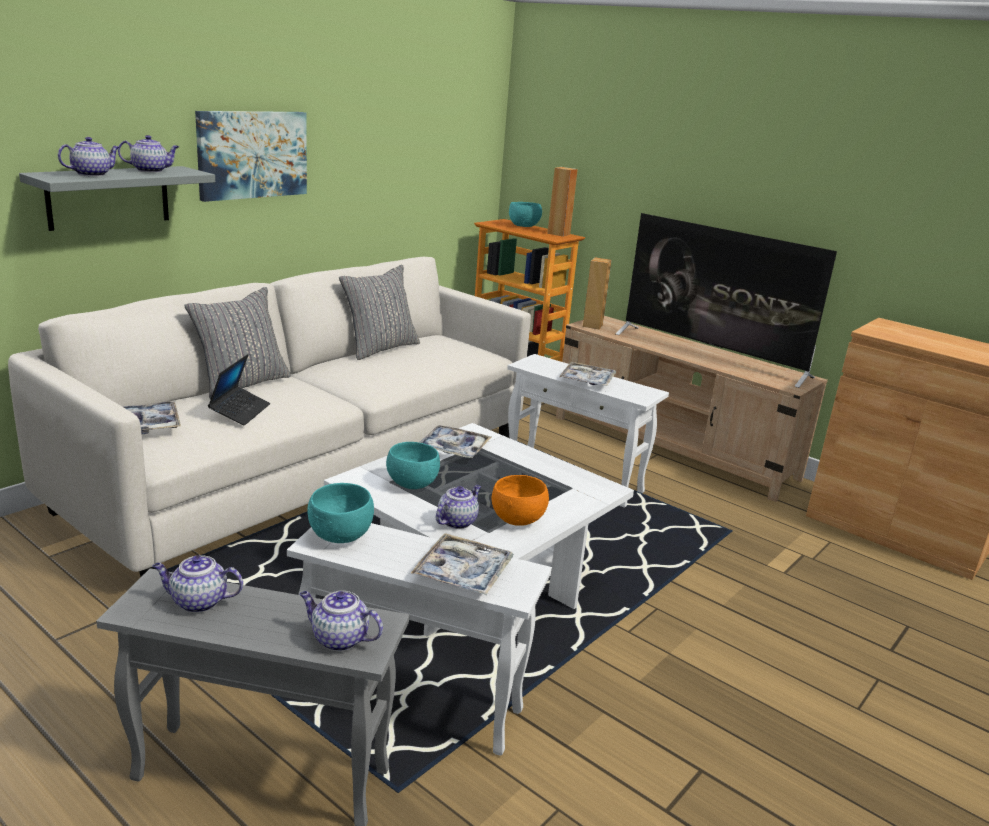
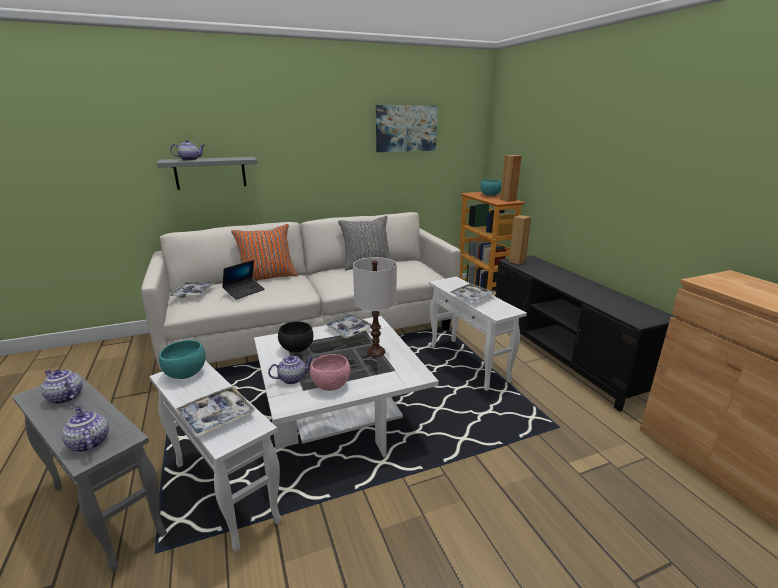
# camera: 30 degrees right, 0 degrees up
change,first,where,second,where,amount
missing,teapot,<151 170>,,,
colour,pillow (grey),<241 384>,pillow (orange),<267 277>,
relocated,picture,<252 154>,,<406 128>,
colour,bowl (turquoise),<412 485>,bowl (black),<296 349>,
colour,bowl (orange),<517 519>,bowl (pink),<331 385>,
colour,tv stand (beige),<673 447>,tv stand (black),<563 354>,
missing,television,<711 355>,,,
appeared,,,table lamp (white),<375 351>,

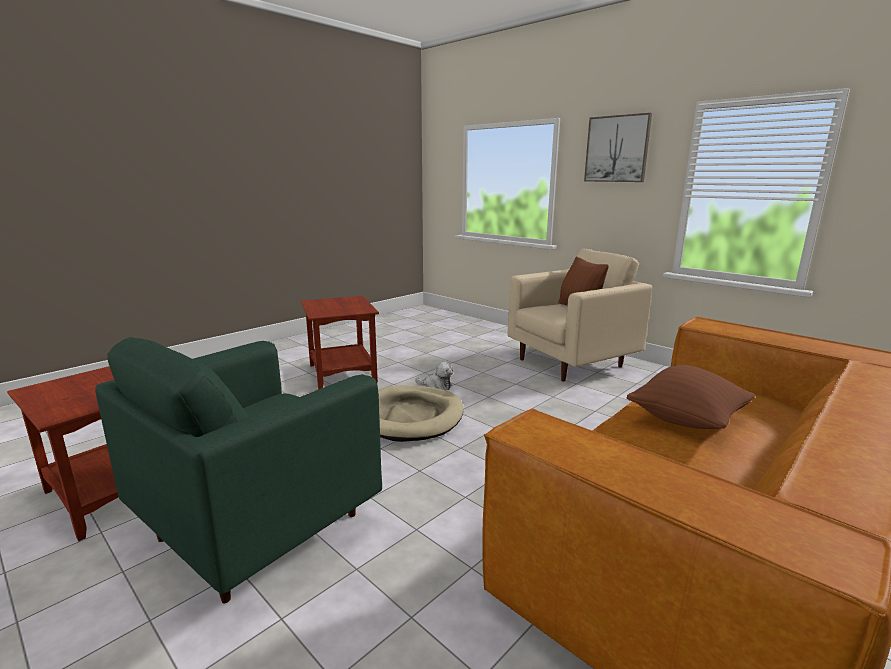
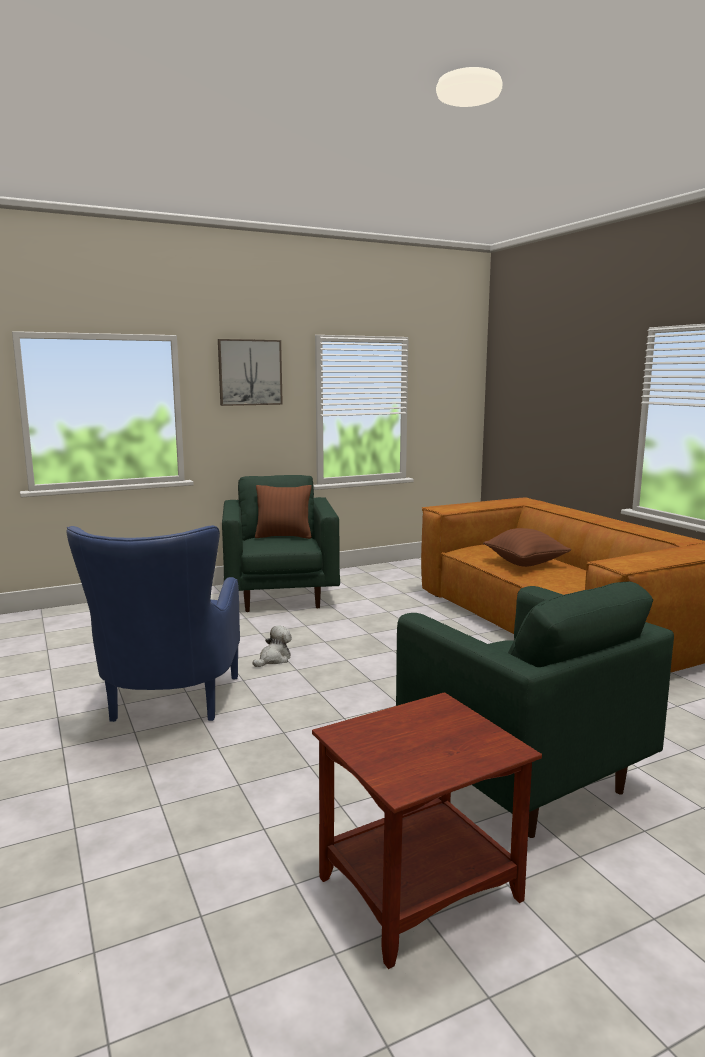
# camera: 70 degrees left, 5 degrees down
change,first,where,second,where,amount
exchanged,side table (brown),<341 373>,armchair (blue),<168 708>,
missing,dog bed (beige),<411 417>,,,
colour,armchair (beige),<571 363>,armchair (green),<280 596>,

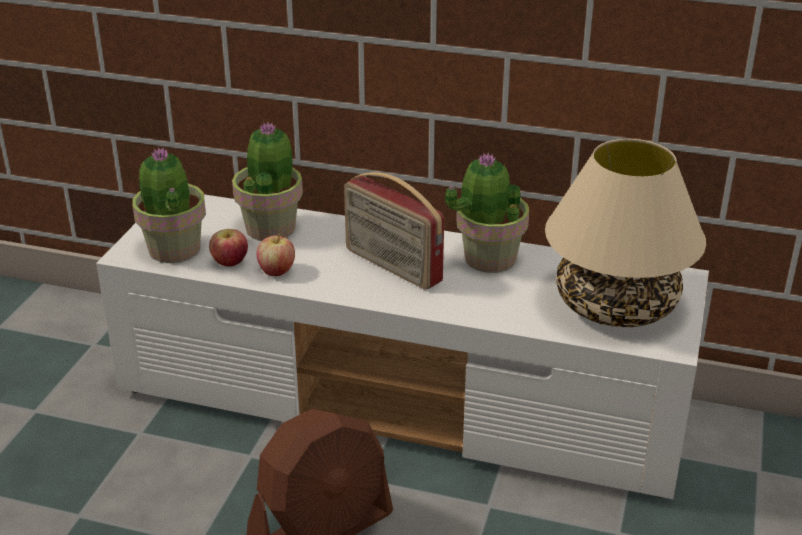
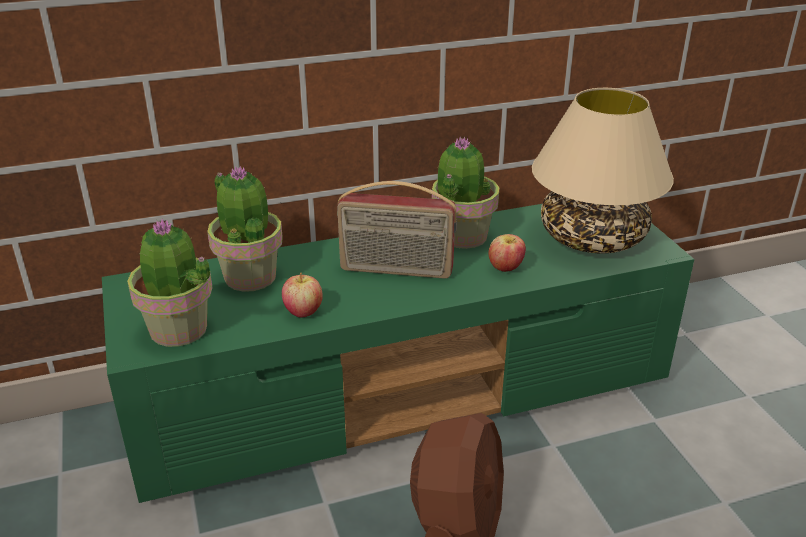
# camera: 35 degrees left, 0 degrees up
change,first,where,second,where,amount
colour,tv stand (white),<405 401>,tv stand (green),<405 393>,
relocated,apple,<230 263>,,<505 268>,

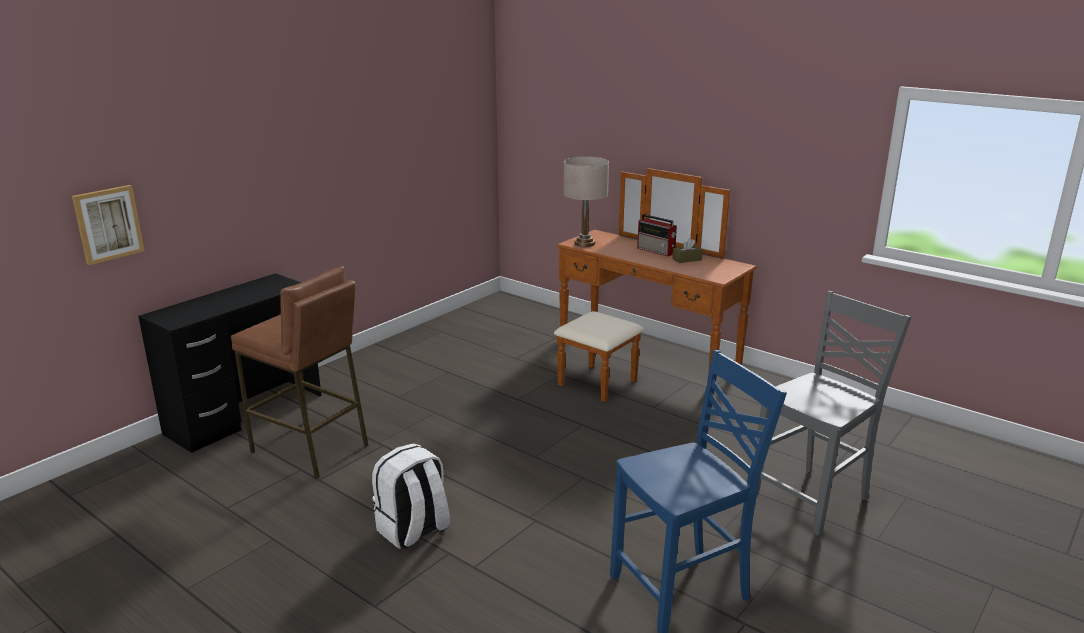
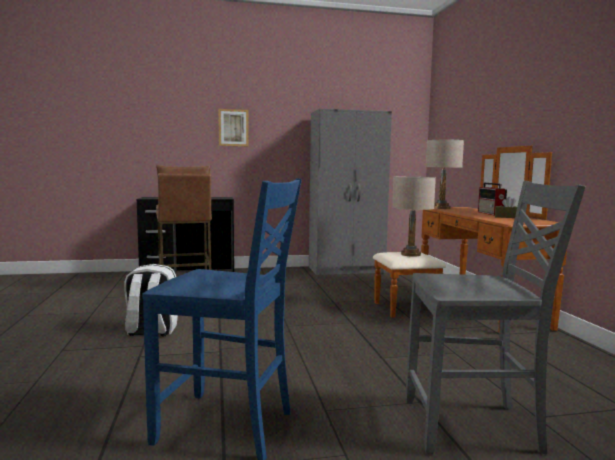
# camera: 40 degrees right, 15 degrees down
change,first,where,second,where,amount
relocated,picture,<108 224>,,<233 128>,
appeared,,,wardrobe (grey),<347 270>,
appeared,,,table lamp (beige),<410 254>,

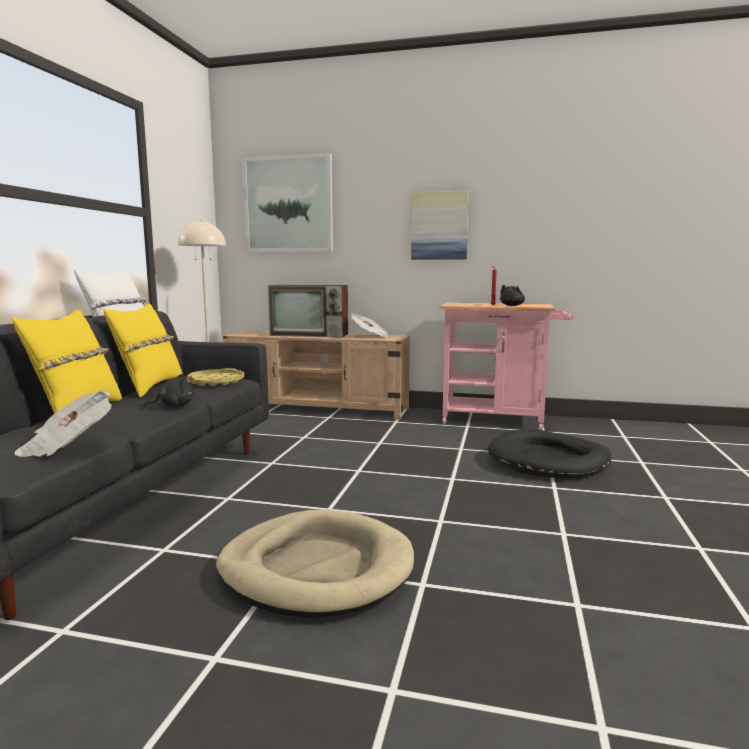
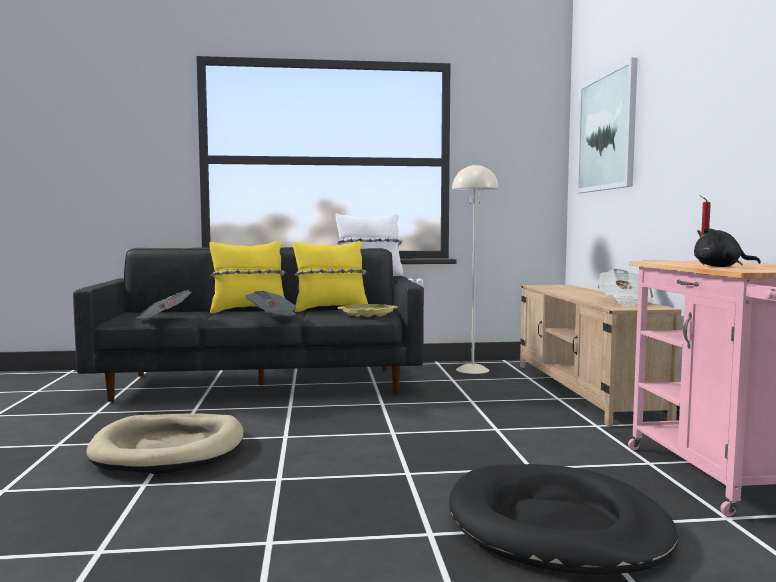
# camera: 70 degrees right, 5 degrees down
change,first,where,second,where,amount
exchanged,plush toy (black),<174 406>,newspaper,<274 318>,
missing,television,<310 335>,,,
missing,picture,<439 226>,,,

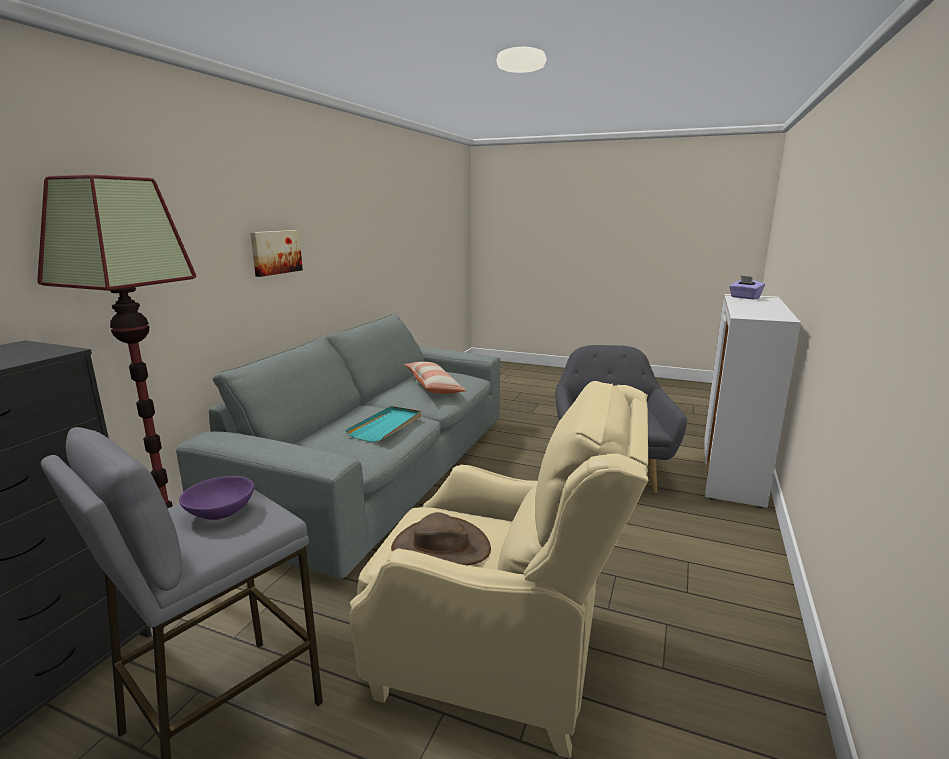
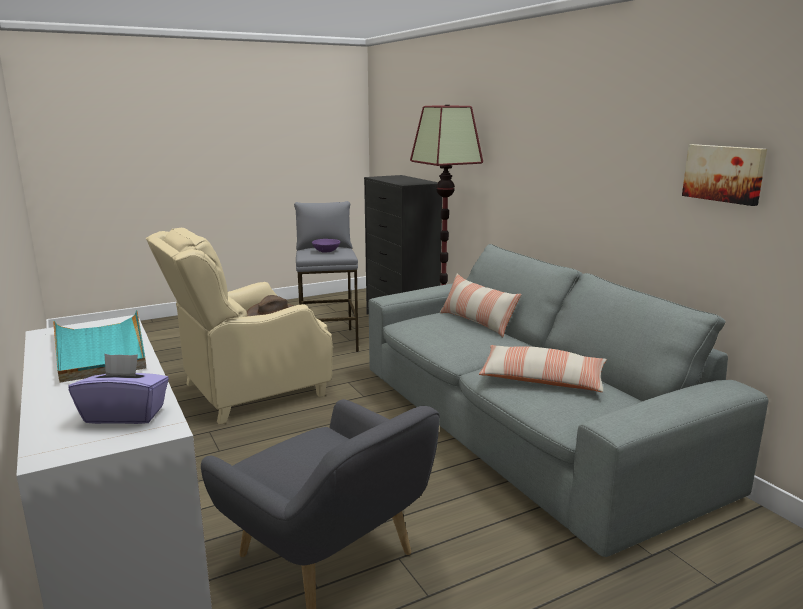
# camera: 130 degrees right, 0 degrees up
change,first,where,second,where,amount
relocated,picture,<275 252>,,<724 173>,
relocated,tray (turquoise),<386 426>,,<100 350>,
appeared,,,pillow,<477 322>,

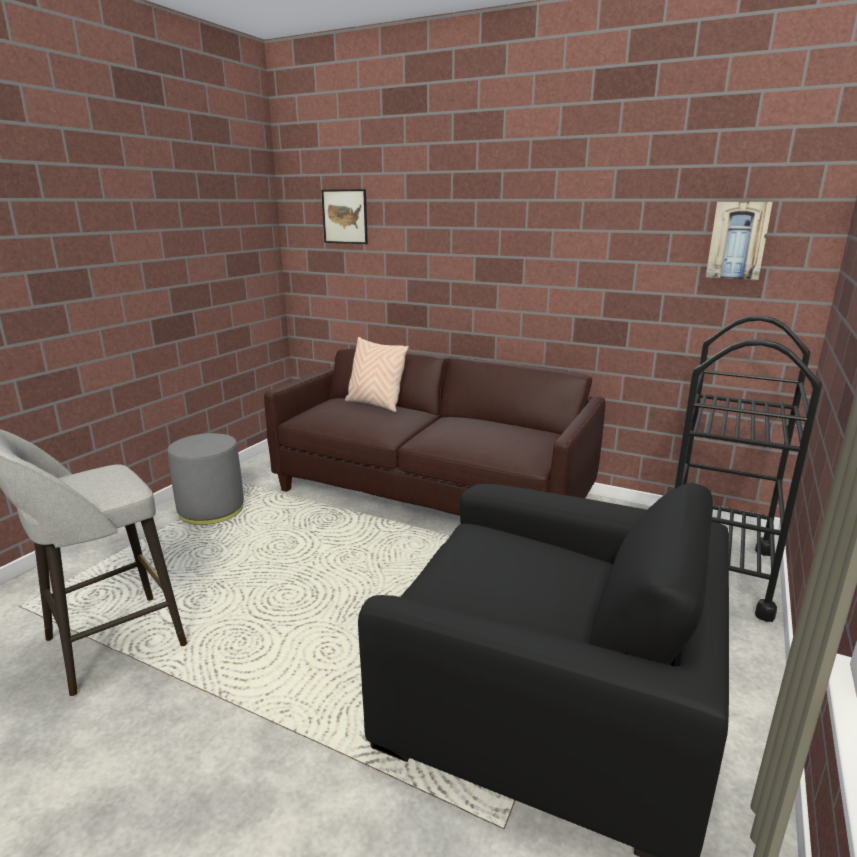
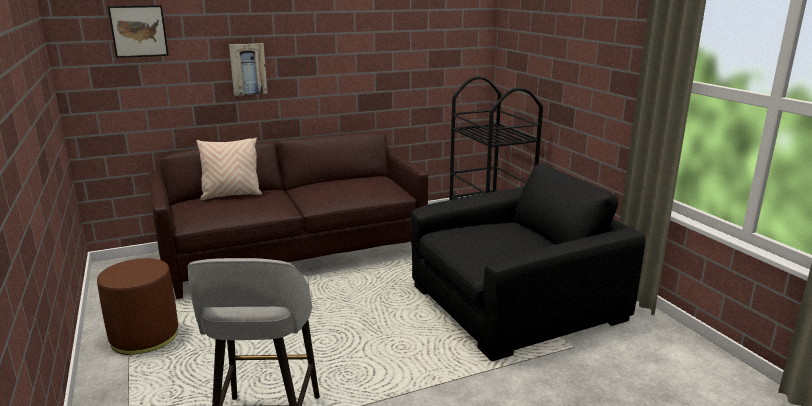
# camera: 50 degrees left, 0 degrees up
change,first,where,second,where,amount
colour,ottoman (grey),<211 510>,ottoman (brown),<145 337>,
relocated,picture,<738 240>,,<248 69>,

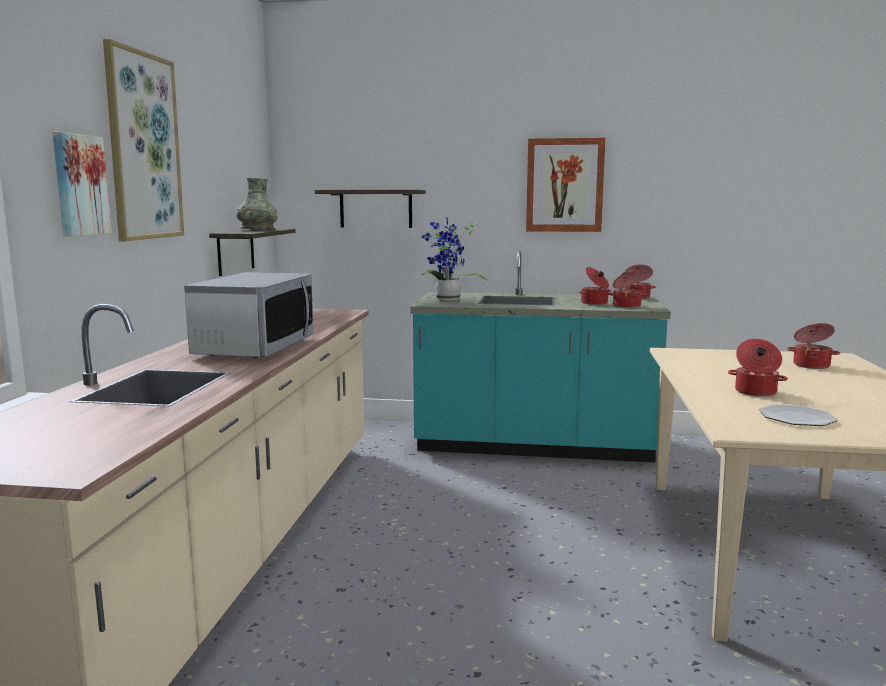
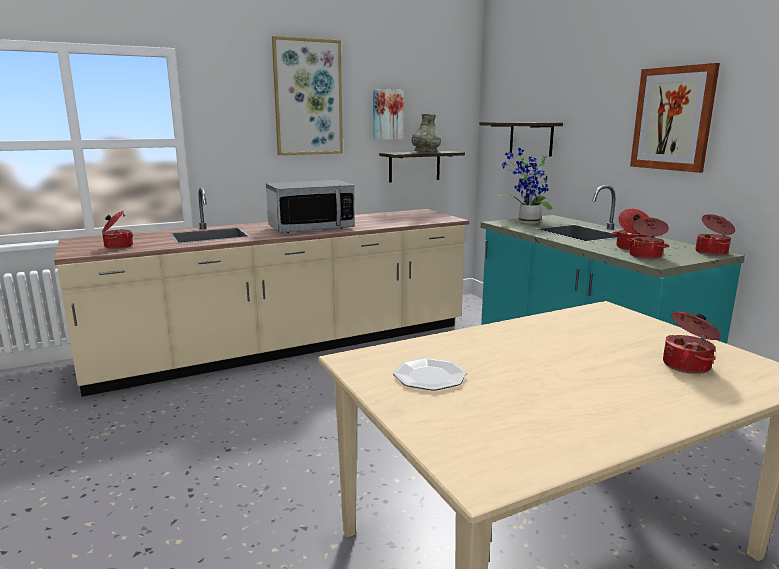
# camera: 55 degrees right, 5 degrees up
change,first,where,second,where,amount
relocated,picture,<79 185>,,<387 114>,
relocated,cooking pot,<755 392>,,<118 246>,

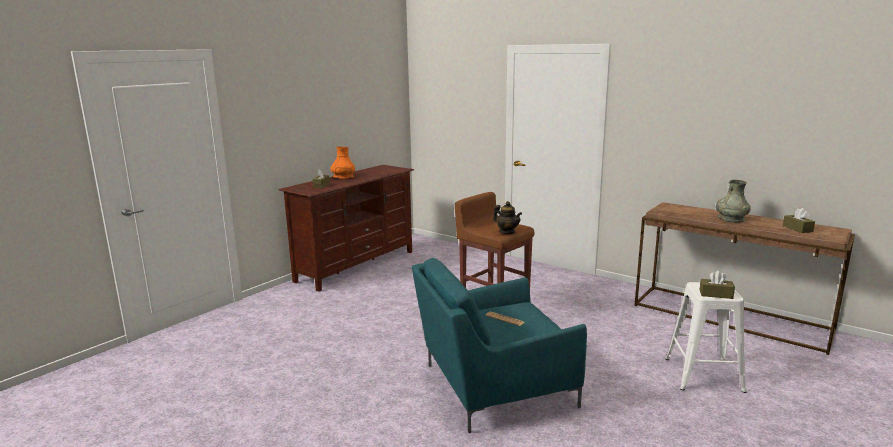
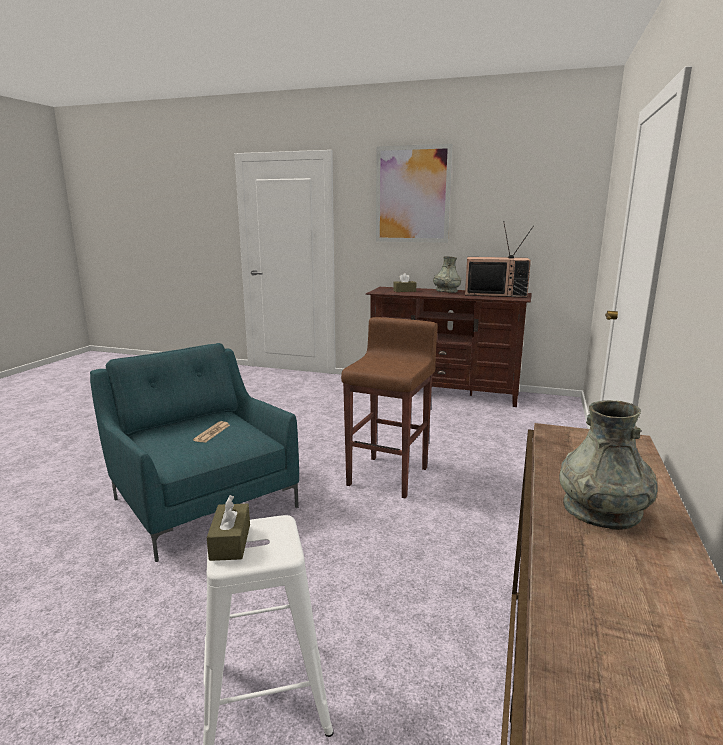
# camera: 70 degrees right, 0 degrees up
change,first,where,second,where,amount
colour,vase (orange),<343 177>,vase (grey),<446 291>,
missing,teapot,<507 232>,,,
missing,tissue box (brown),<797 229>,,,
appeared,,,picture,<412 194>,
appeared,,,television,<496 294>,

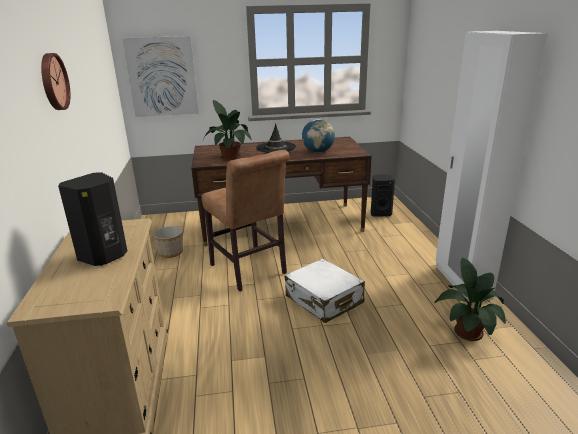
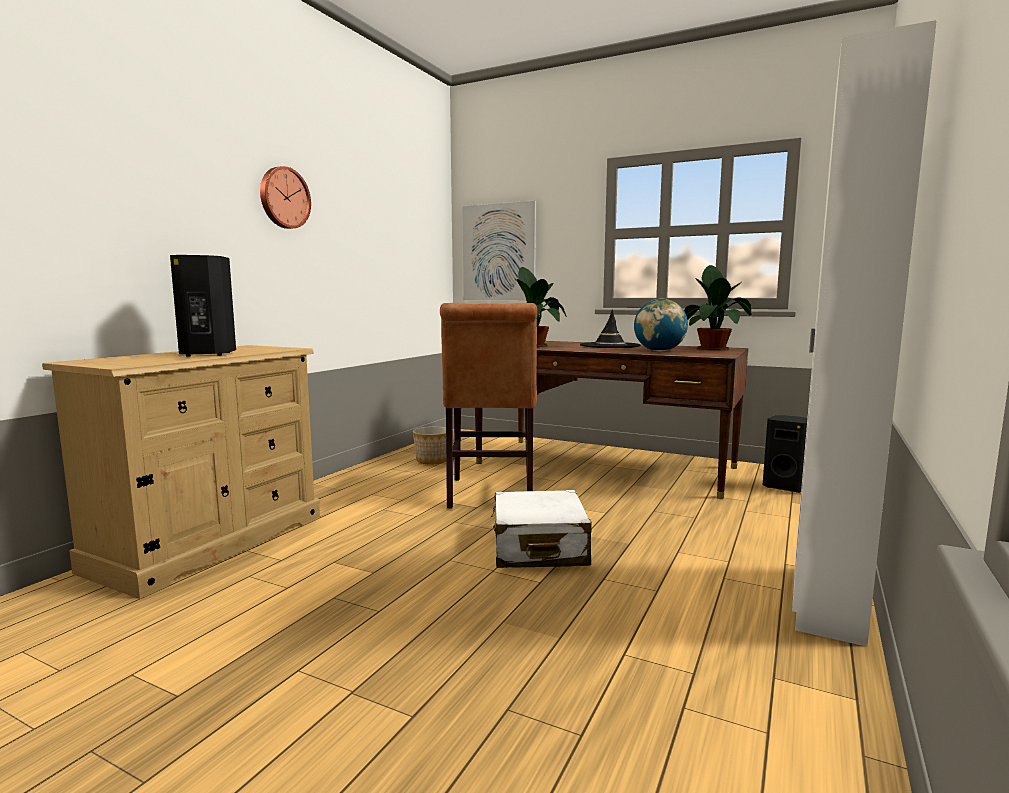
# camera: 35 degrees right, 15 degrees down
change,first,where,second,where,amount
relocated,potted plant,<467 330>,,<713 349>,

